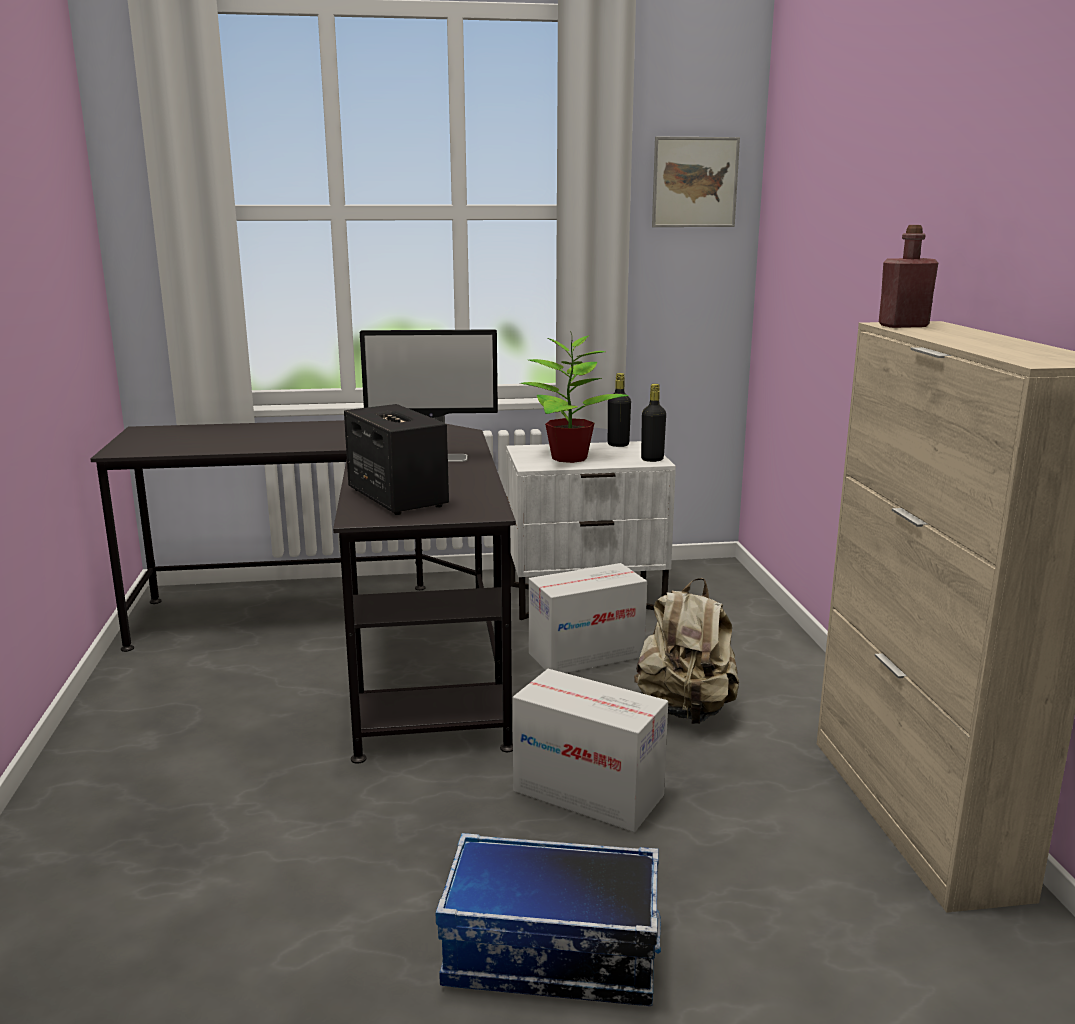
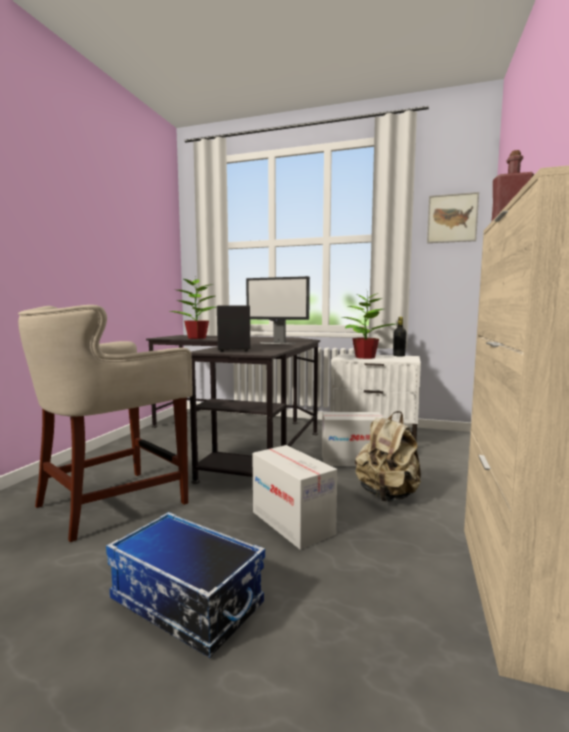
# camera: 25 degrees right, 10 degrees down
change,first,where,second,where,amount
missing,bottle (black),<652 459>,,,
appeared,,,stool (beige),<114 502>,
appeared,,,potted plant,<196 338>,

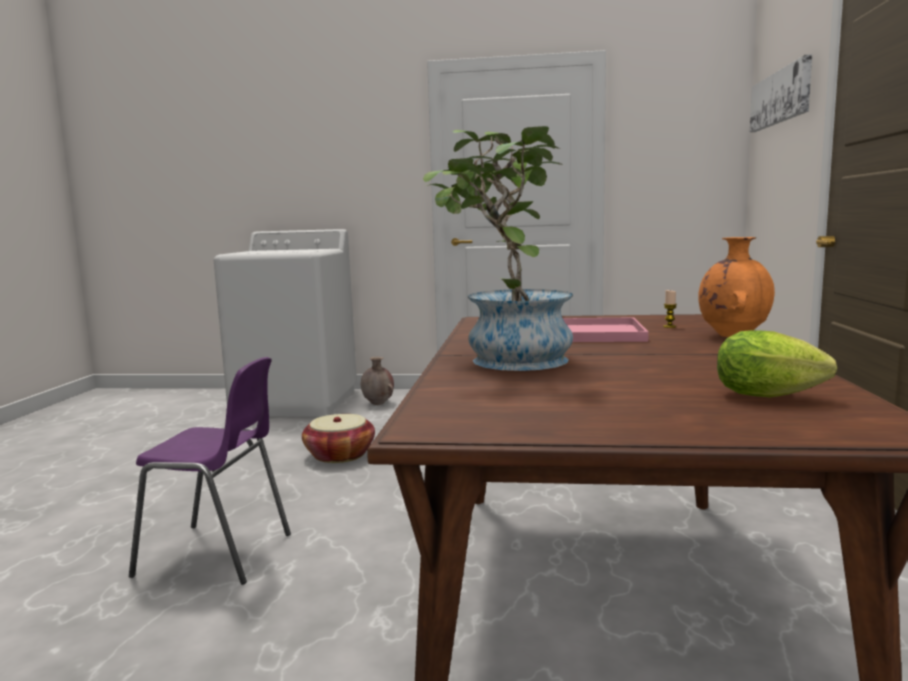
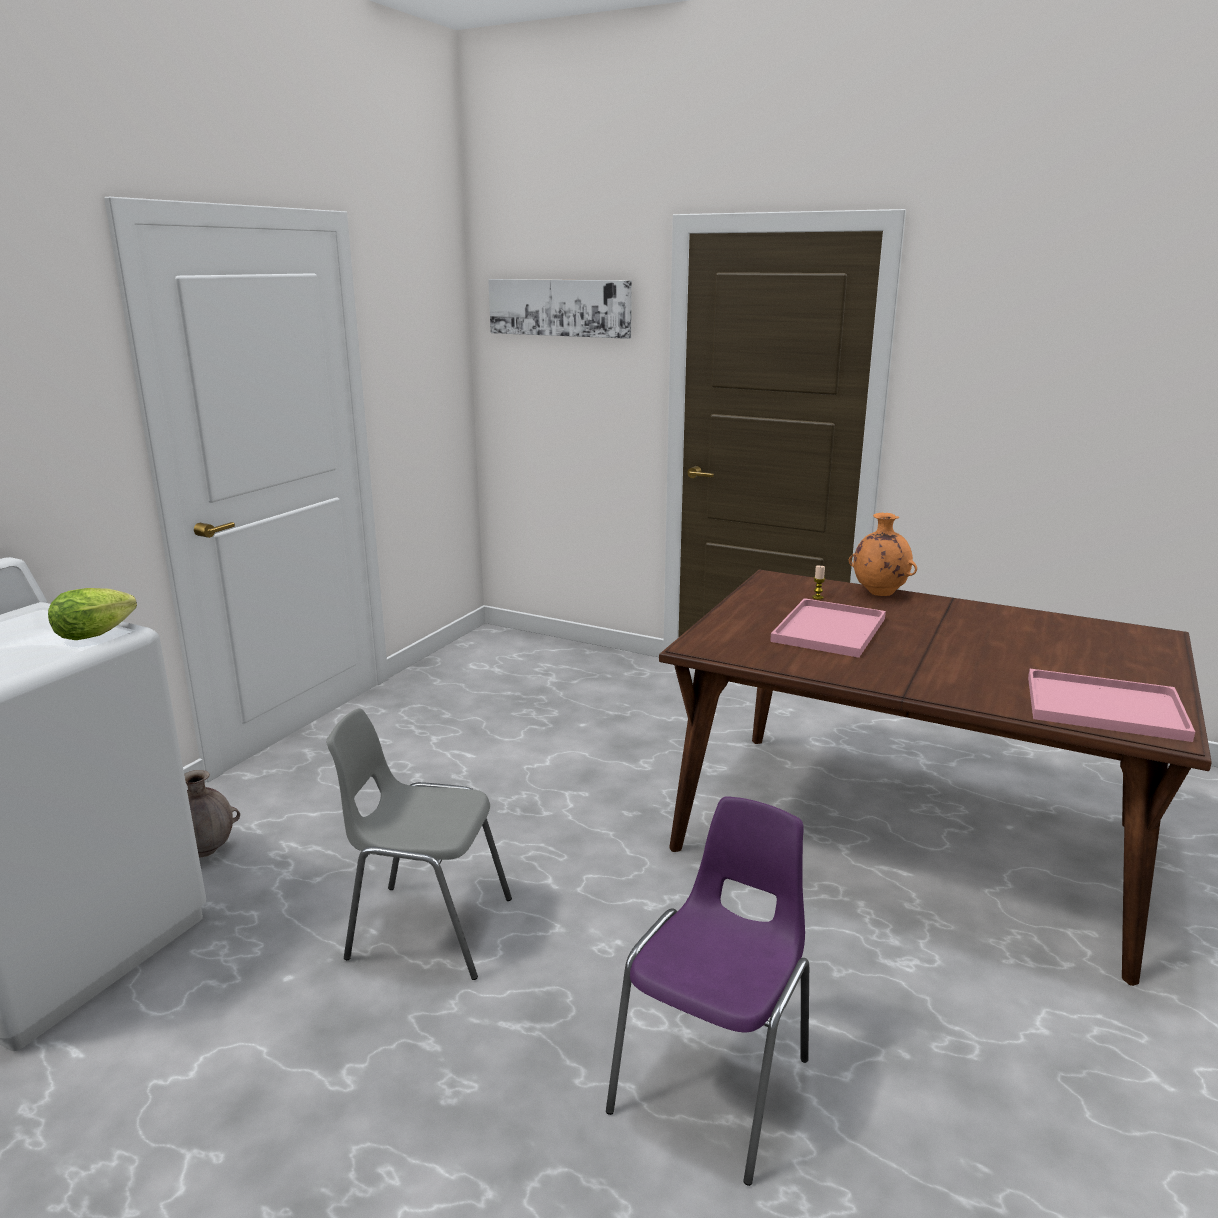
# camera: 70 degrees left, 10 degrees up
change,first,where,second,where,amount
exchanged,basket,<340 455>,chair (grey),<426 928>,
missing,potted plant,<504 359>,,,
relocated,lettuce,<773 396>,,<99 633>,
appeared,,,tray (pink),<1101 707>,

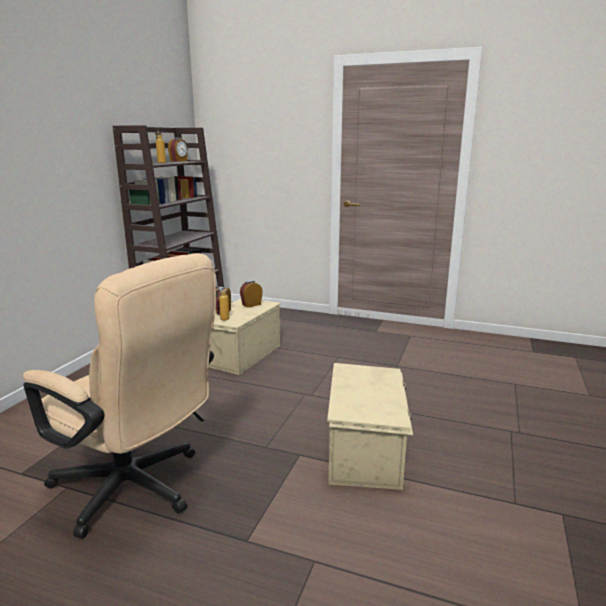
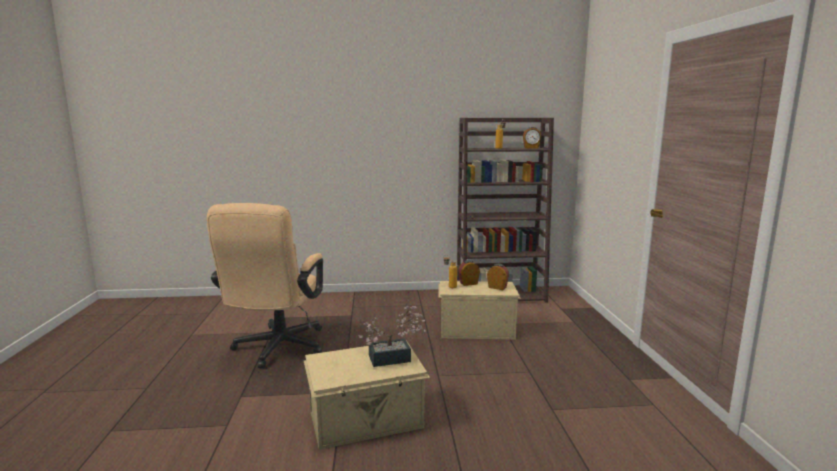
# camera: 65 degrees right, 5 degrees down
change,first,where,second,where,amount
appeared,,,potted plant,<395 358>,

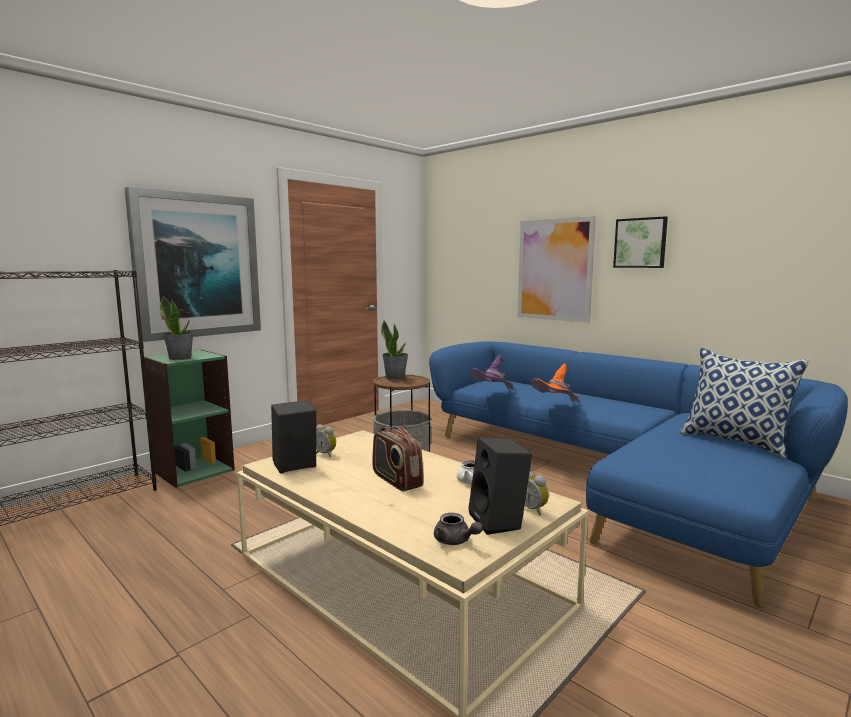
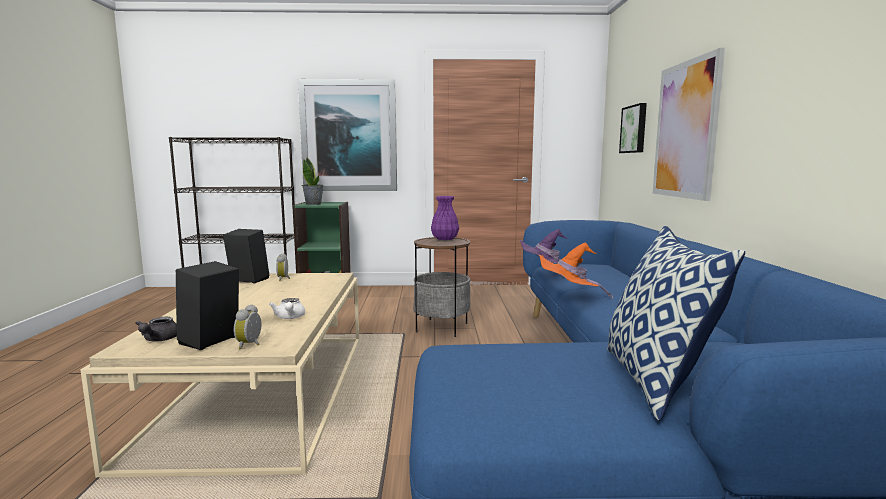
# camera: 45 degrees right, 0 degrees up
change,first,where,second,where,amount
missing,radio,<396 480>,,,
exchanged,potted plant,<395 377>,vase (purple),<444 239>,
relocated,picture,<640 243>,,<634 129>,

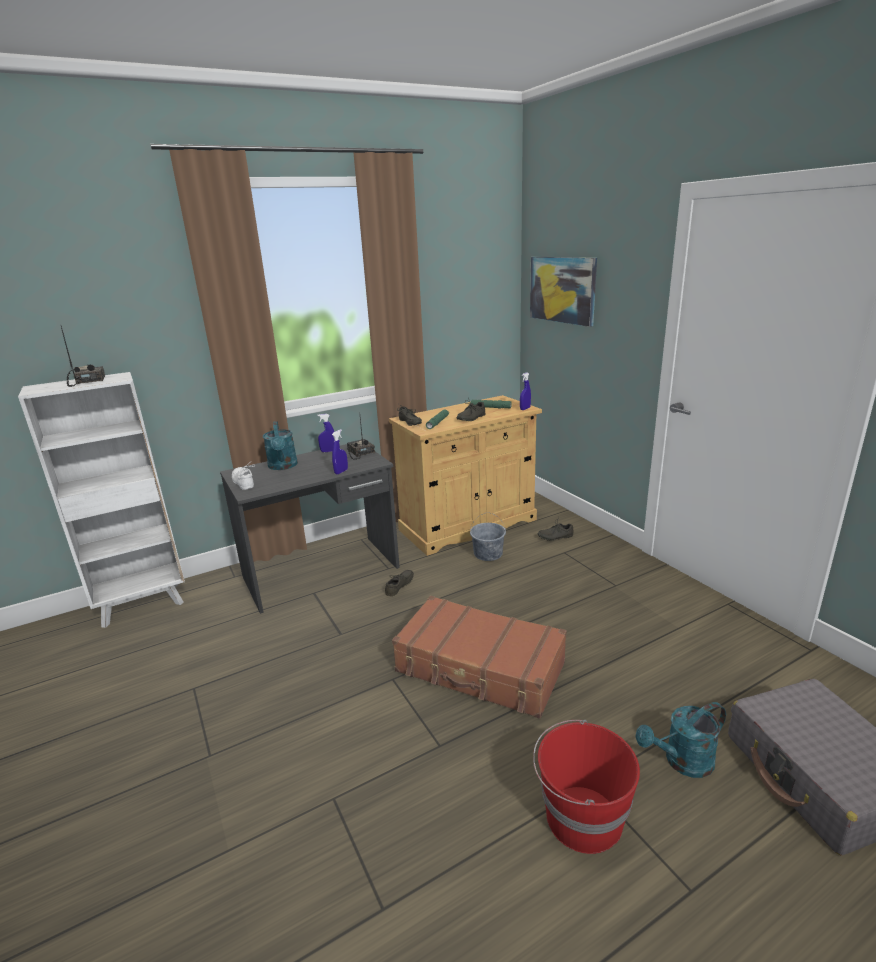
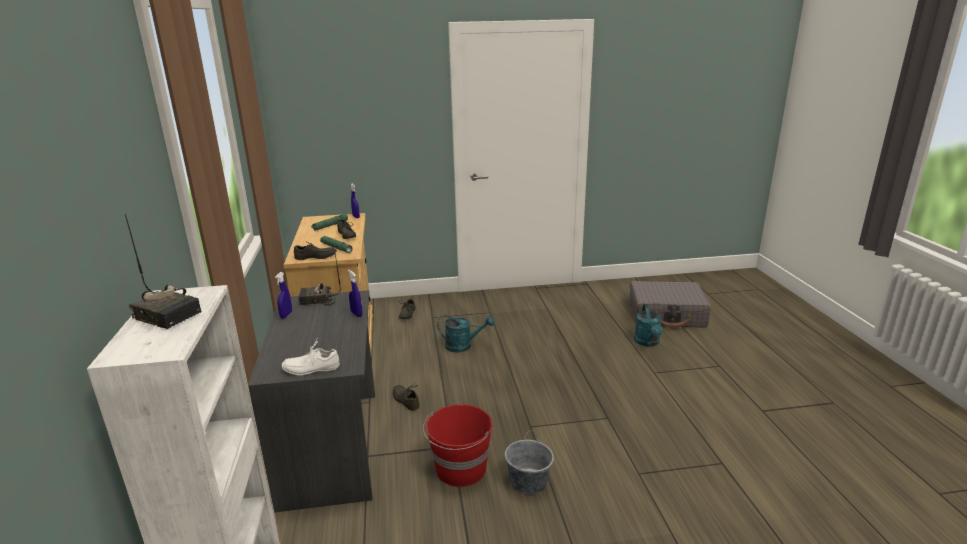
# camera: 70 degrees left, 0 degrees up
change,first,where,second,where,amount
spun,radio,<87 381>,,<170 314>,150 degrees counterclockwise
relocated,watering can (turquoise),<283 466>,,<463 346>,
missing,suitcase (brown),<480 668>,,,
relocated,bucket (grey),<487 554>,,<528 482>,
missing,picture,<562 289>,,,
relocated,bucket (red),<581 818>,,<460 469>,

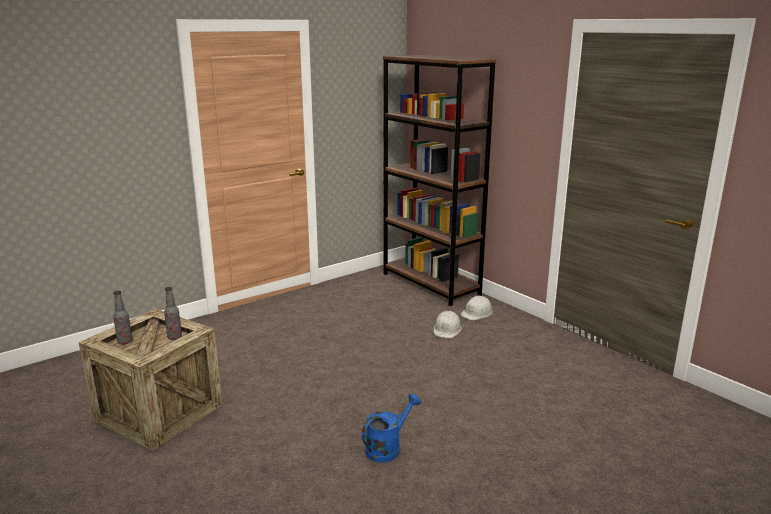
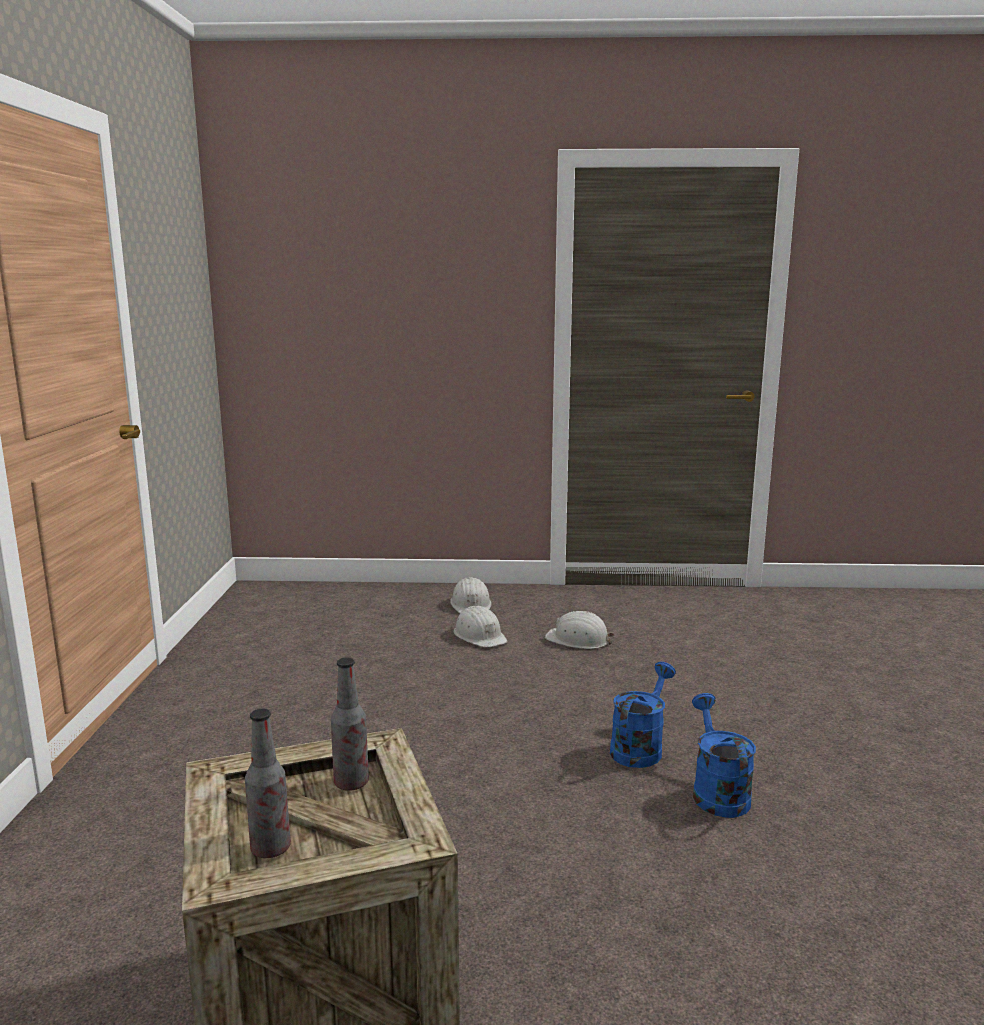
# camera: 50 degrees left, 5 degrees down
change,first,where,second,where,amount
missing,bookcase (brown),<431 284>,,,
appeared,,,hard hat (white),<578 640>,
appeared,,,watering can (blue),<639 747>,

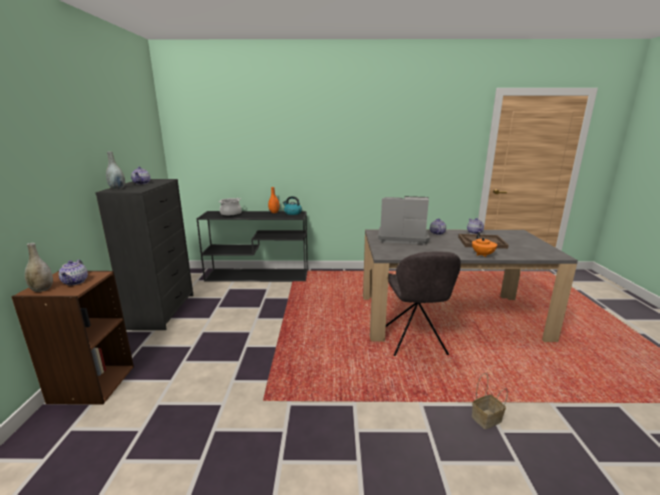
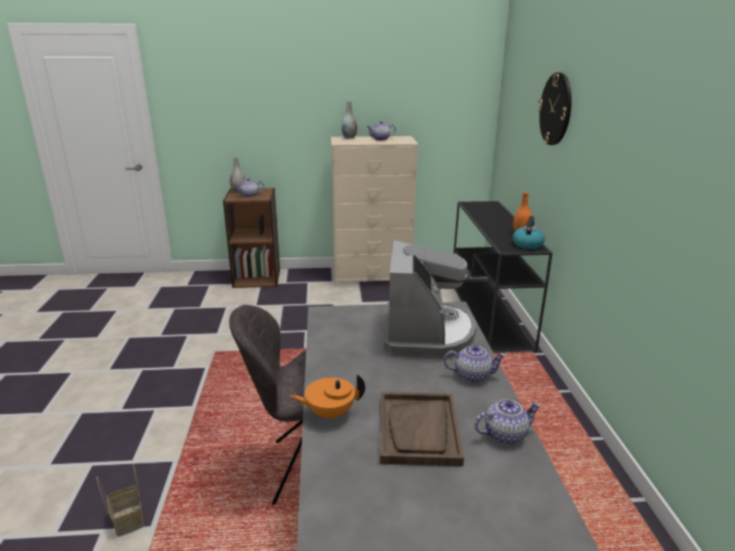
# camera: 85 degrees right, 5 degrees up
change,first,where,second,where,amount
colour,dresser (black),<162 310>,dresser (beige),<372 276>,
missing,cooking pot,<231 214>,,,
appeared,,,wall clock,<556 109>,

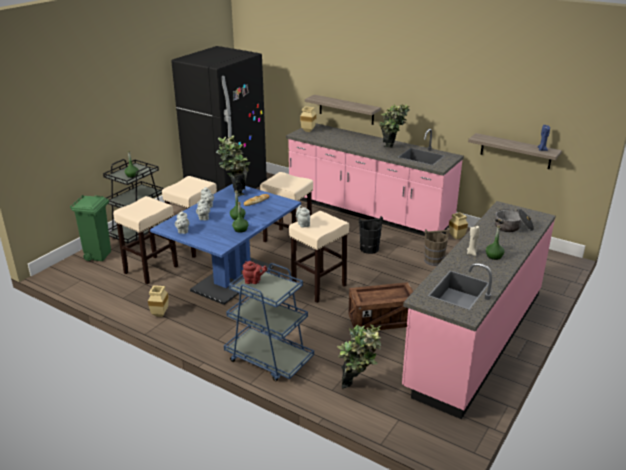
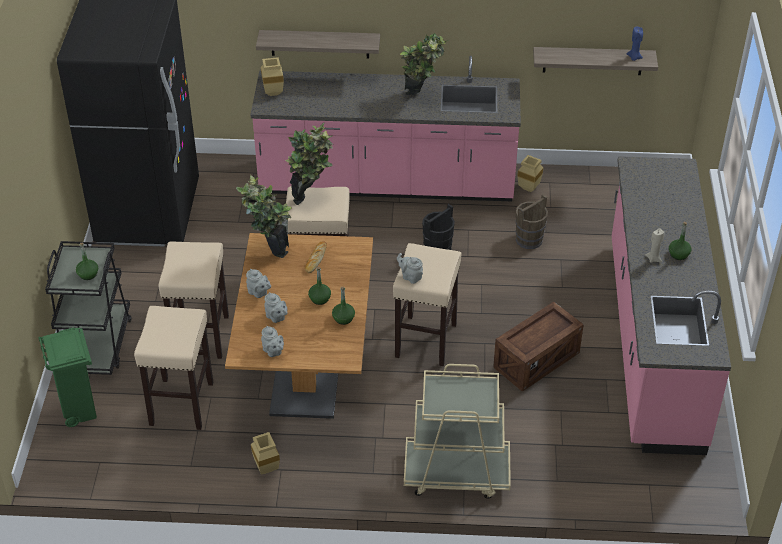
# camera: 30 degrees left, 15 degrees up
change,first,where,second,where,amount
colour,dining table (blue),<233 279>,dining table (brown),<307 372>,
colour,cart (blue),<268 359>,cart (beige),<456 473>,
missing,teapot (red),<254 281>,,,
relocated,potted plant,<358 385>,,<310 196>,
missing,cooking pot,<513 227>,,,

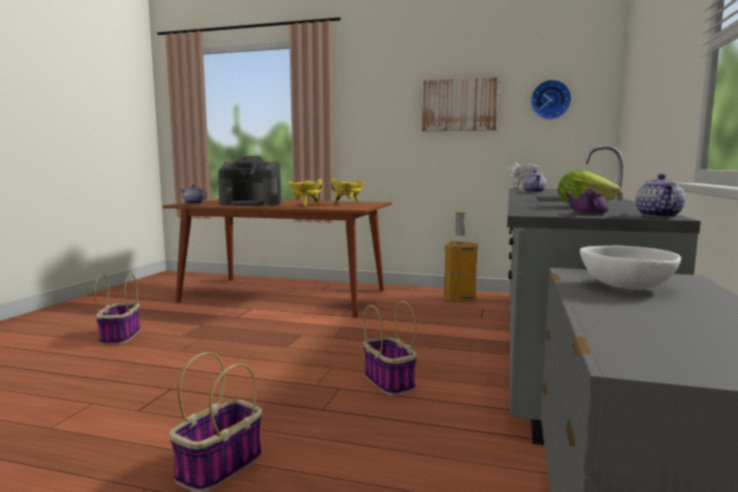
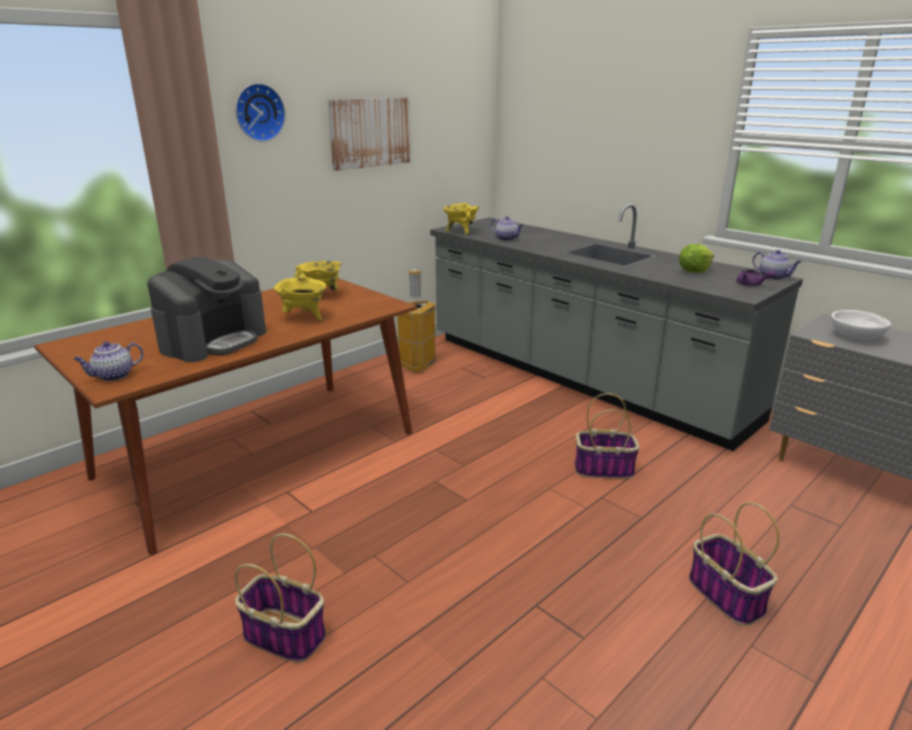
# camera: 60 degrees left, 15 degrees up
change,first,where,second,where,amount
colour,cooking pot (white),<521 189>,cooking pot (yellow),<461 232>,
relocated,wall clock,<550 100>,,<258 112>,

